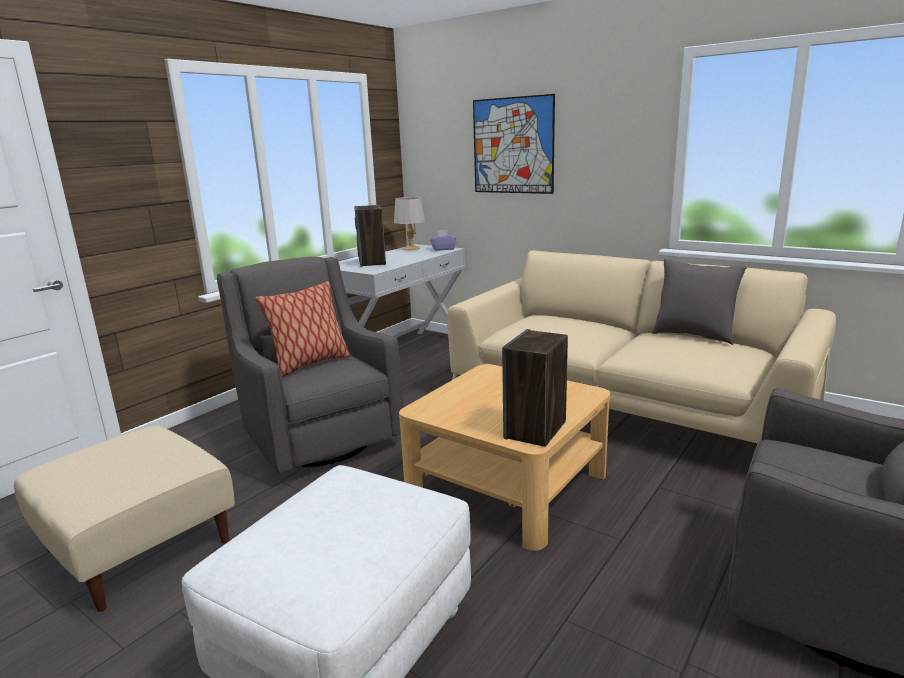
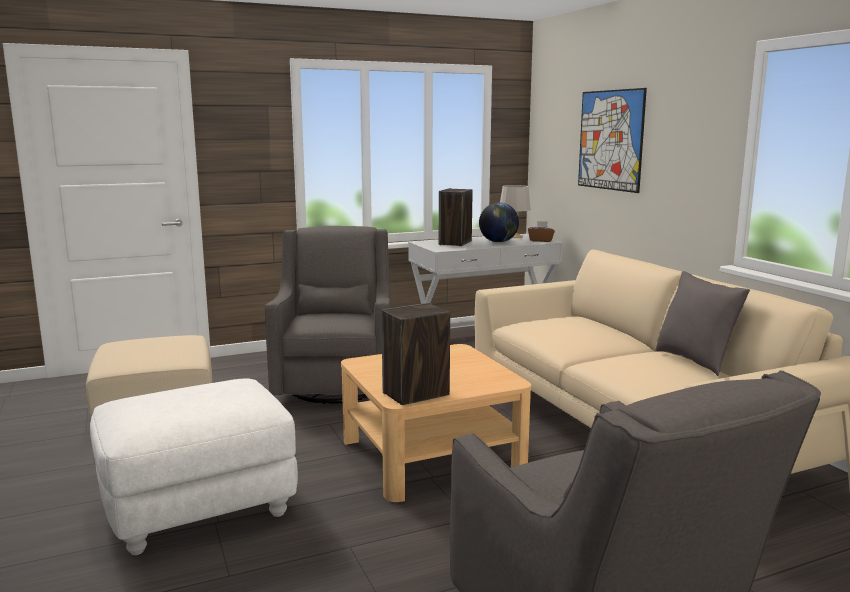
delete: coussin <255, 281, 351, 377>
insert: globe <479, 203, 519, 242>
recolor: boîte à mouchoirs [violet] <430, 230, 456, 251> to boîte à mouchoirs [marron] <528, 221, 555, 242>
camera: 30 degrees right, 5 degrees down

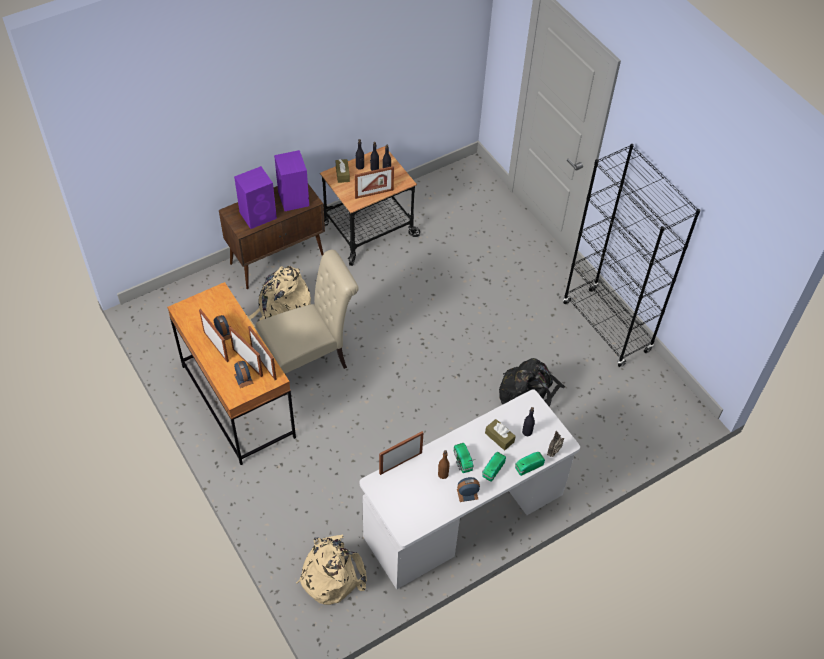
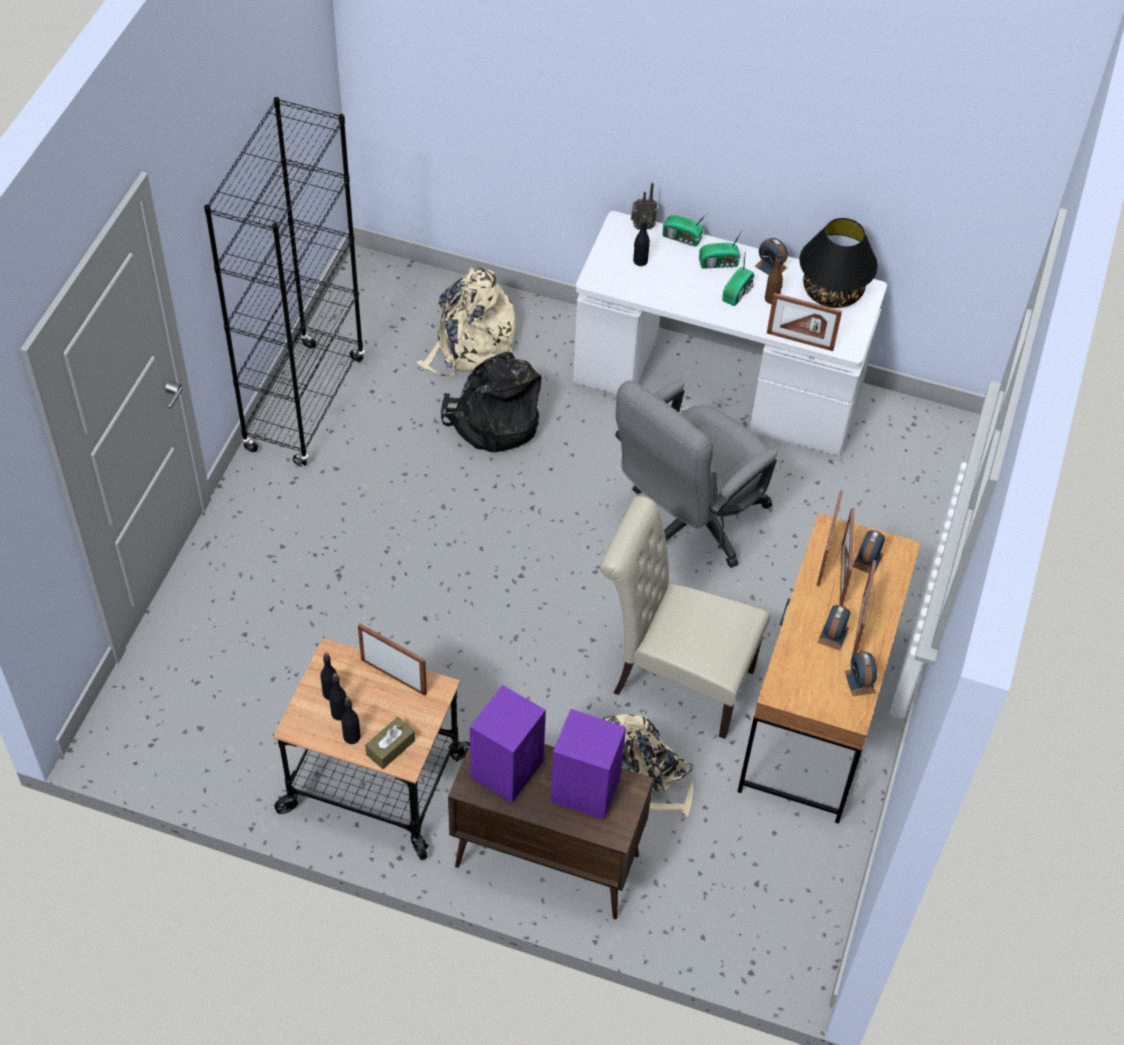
delete: boîte à mouchoirs [marron] <485, 419, 516, 451>
insert: lampe de table [noir] <799, 218, 878, 308>; chaise de bureau [gris] <615, 380, 777, 568>; réveil <845, 651, 877, 696>
move: sac à dos [beige] <296, 534, 367, 605> to <417, 267, 516, 379>
camera: 130 degrees left, 0 degrees up

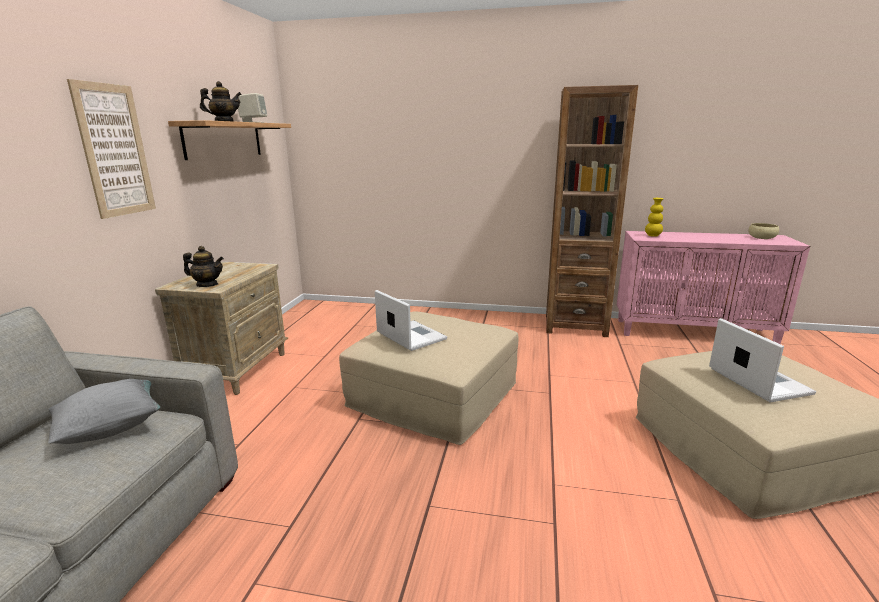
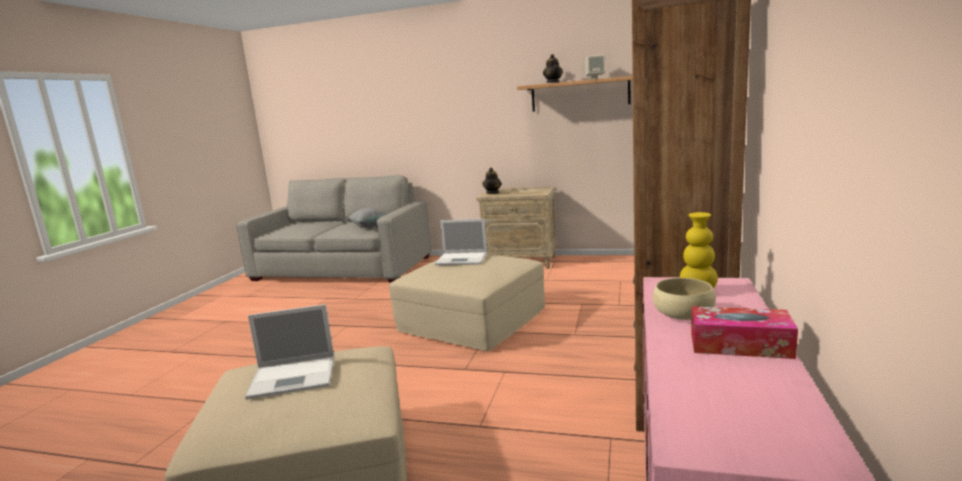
delete: tableau <67, 79, 156, 219>
insert: boîte à mouchoirs <691, 306, 798, 359>
move: bol [beige] <748, 223, 779, 239> to <653, 278, 716, 320>
rotate: ordinateur portable <375, 290, 447, 351> = <435, 219, 487, 265> 45 degrees clockwise
camera: 95 degrees right, 5 degrees down

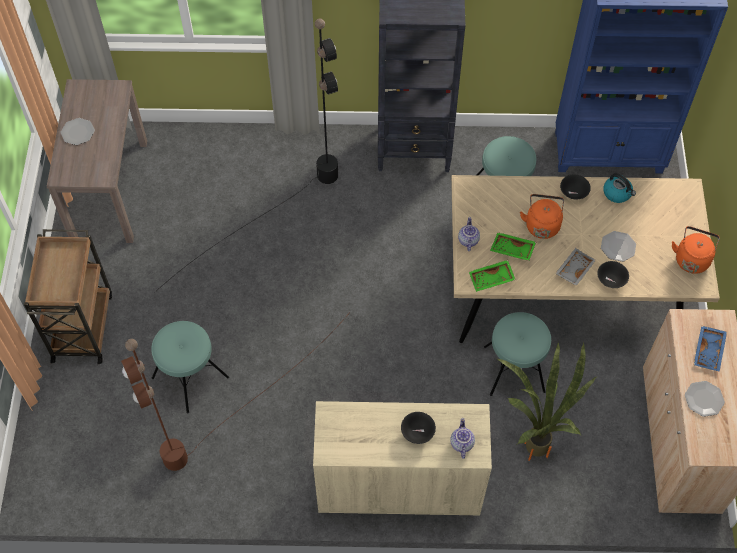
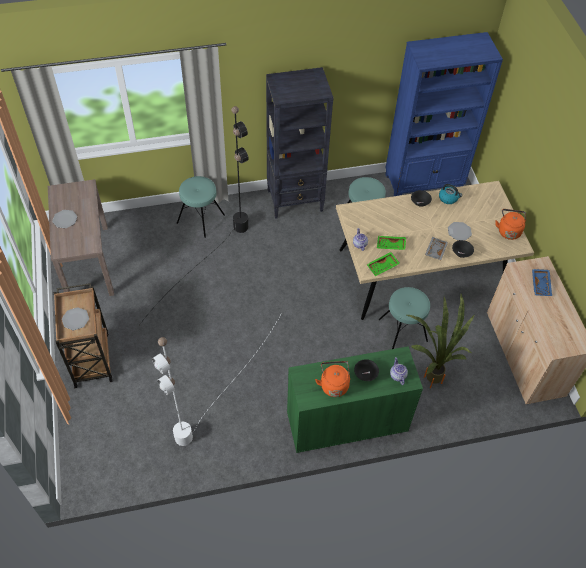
move: bouilloire [orange] <520, 194, 564, 239> to <315, 361, 350, 397>; tabouret [turquoise] <151, 321, 229, 414> to <177, 176, 225, 238>; assiette <685, 381, 725, 417> to <62, 307, 89, 330>
recolor: lampadaire [marron] <121, 312, 350, 471> to lampadaire [blanc] <152, 316, 280, 446>; meuble de rangement [beige] <313, 401, 492, 515> to meuble de rangement [vert] <287, 346, 423, 453>
camera: 15 degrees left, 5 degrees down

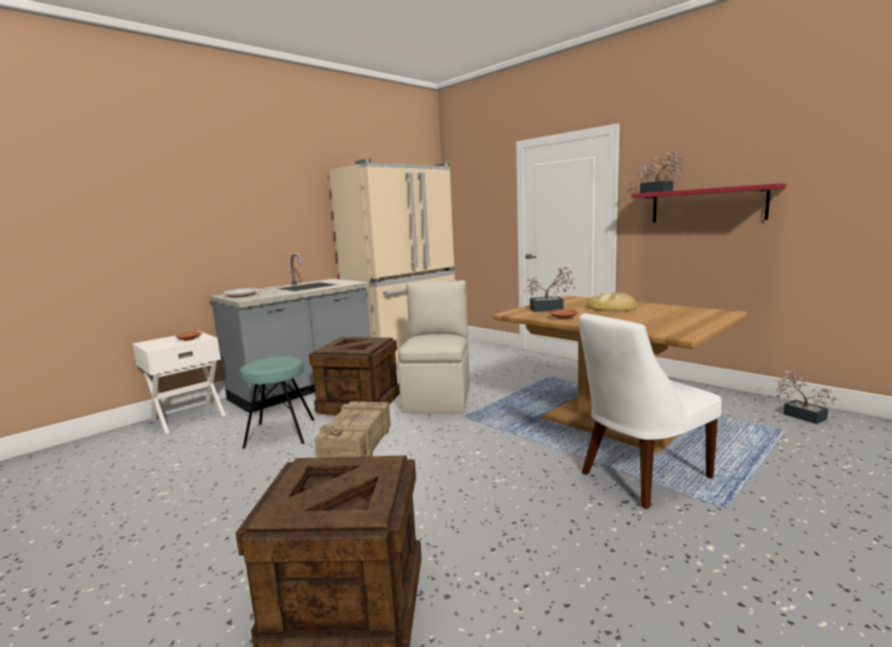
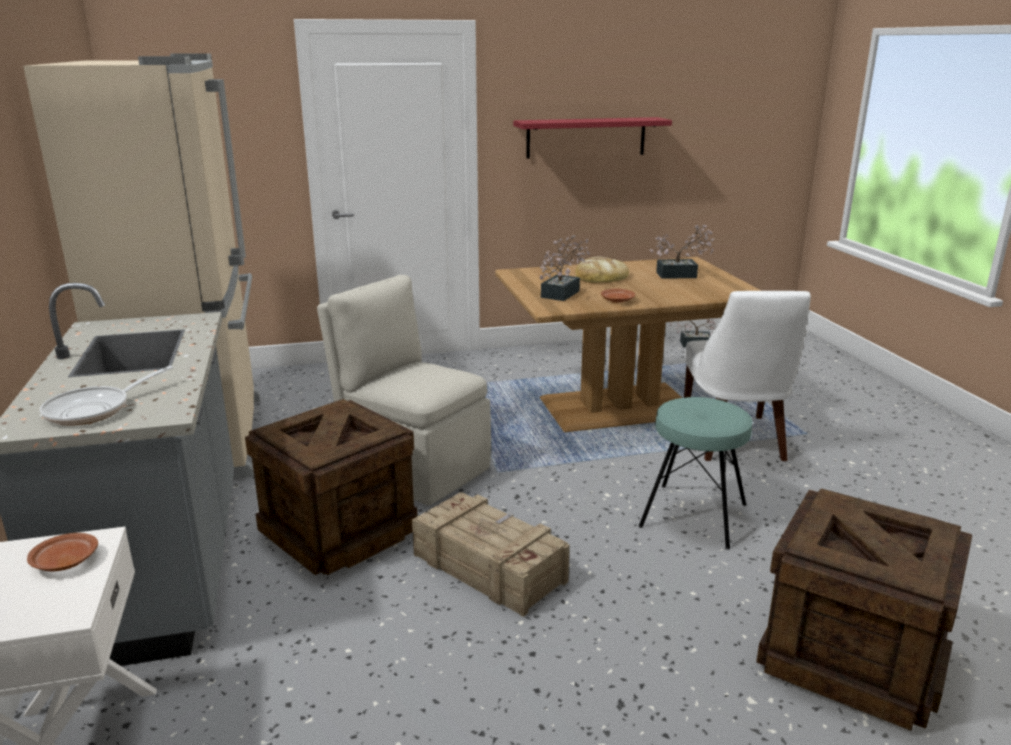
move: plante en pot <635, 151, 684, 193> to <650, 225, 714, 279>; tabouret [turquoise] <240, 356, 314, 449> to <639, 397, 753, 549>
camera: 60 degrees left, 10 degrees up

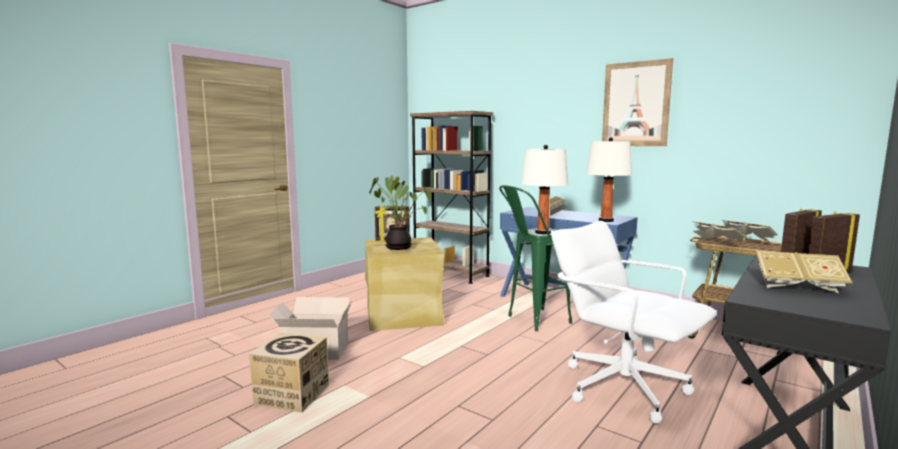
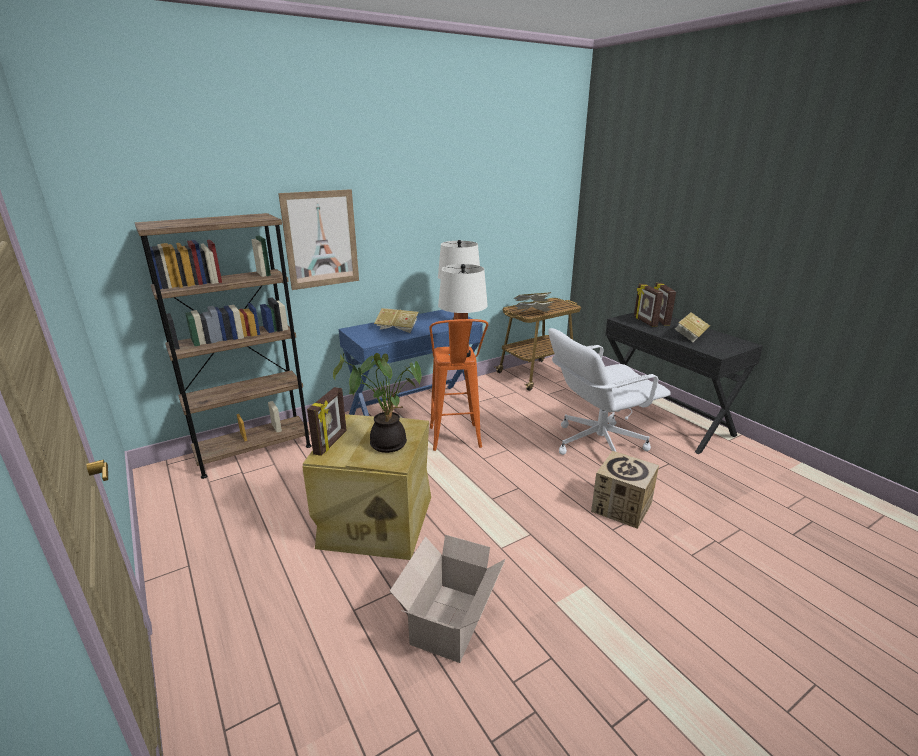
move: tableau <602, 58, 673, 146> to <278, 189, 359, 290>; carton <249, 333, 329, 413> to <591, 451, 659, 529>
recolor: tabouret [vert] <499, 185, 572, 331> to tabouret [orange] <429, 319, 488, 451>
camera: 70 degrees left, 15 degrees up

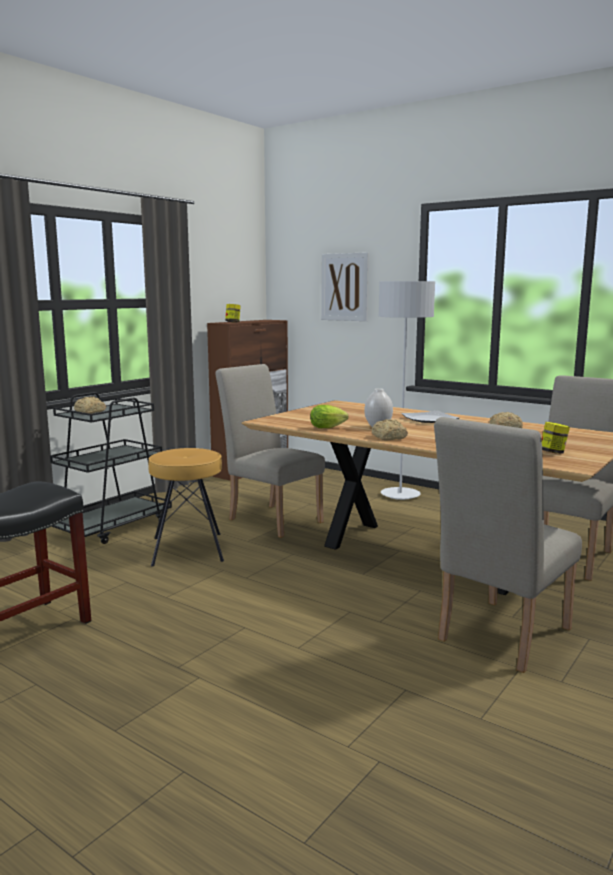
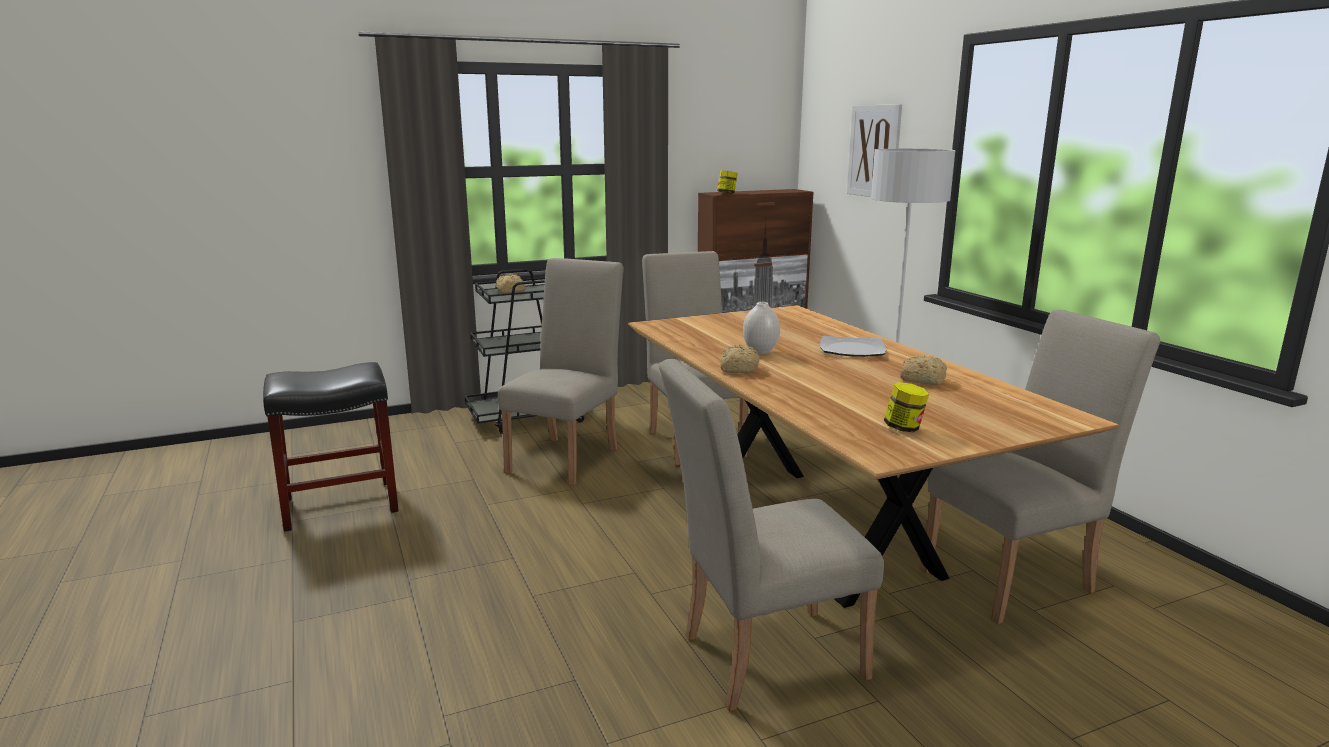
delete: laitue <310, 405, 349, 428>
replace: tabouret [marron] <148, 448, 224, 566> to chaise [beige] <498, 258, 624, 486>
camera: 30 degrees right, 5 degrees up

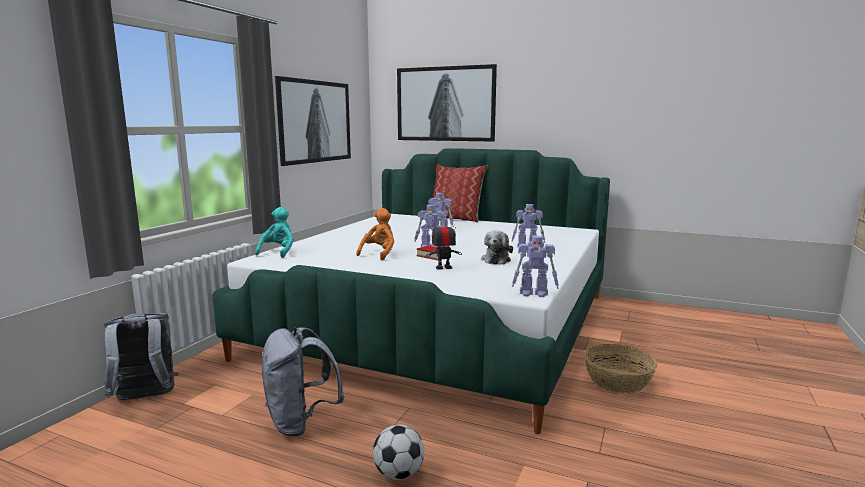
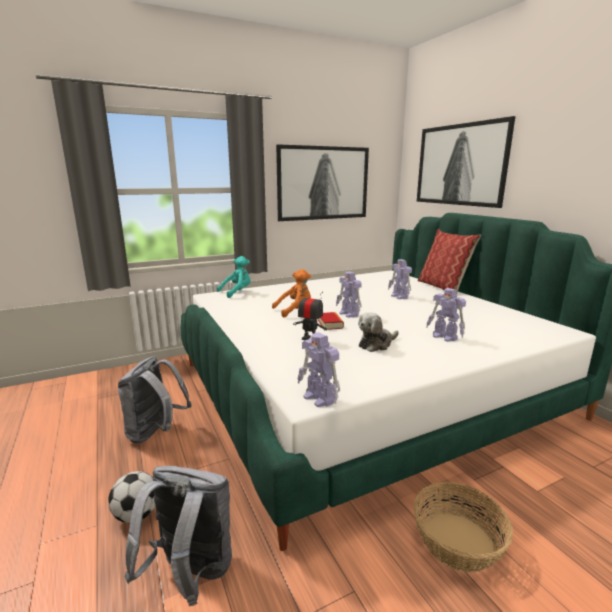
move: sac à dos [gris] <104, 313, 178, 400> to <124, 466, 232, 606>
camera: 40 degrees right, 5 degrees up

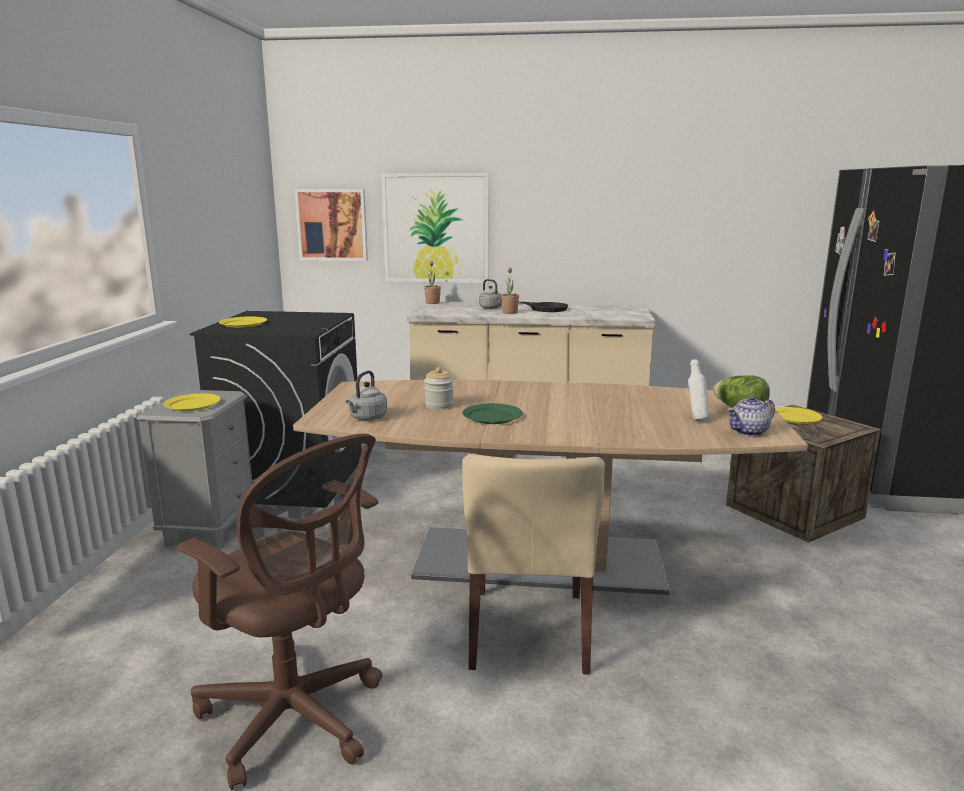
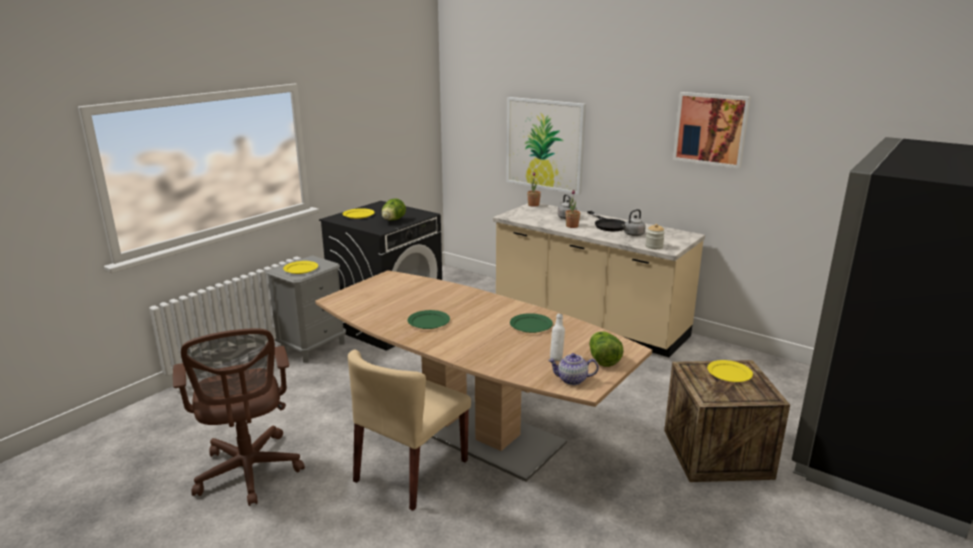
insert: laitue <382, 198, 406, 221>; assiette [vert] <510, 313, 553, 333>
move: tableau <294, 189, 368, 261> to <673, 92, 751, 169>; bocal <424, 367, 454, 409> to <645, 224, 665, 249>; bouilloire [gris] <346, 371, 387, 420> to <622, 209, 646, 236>
camera: 30 degrees right, 5 degrees up

